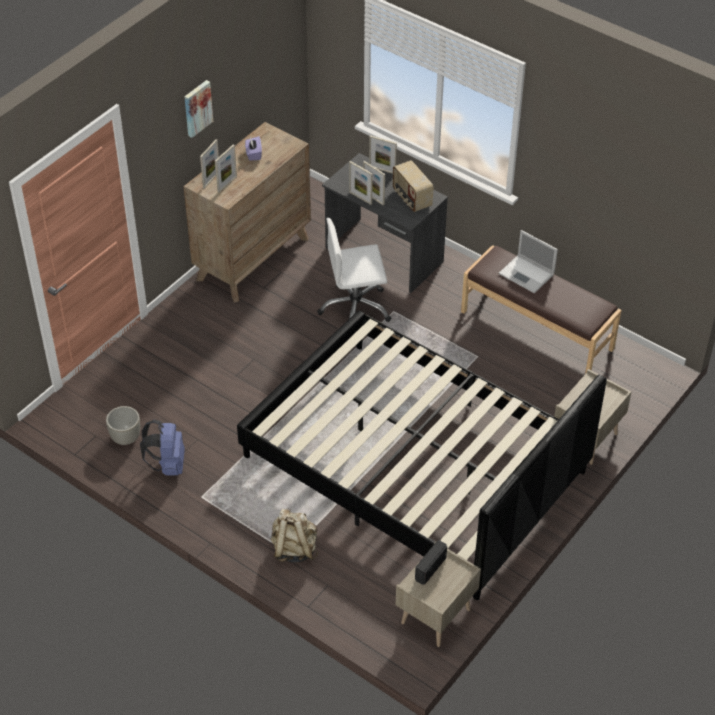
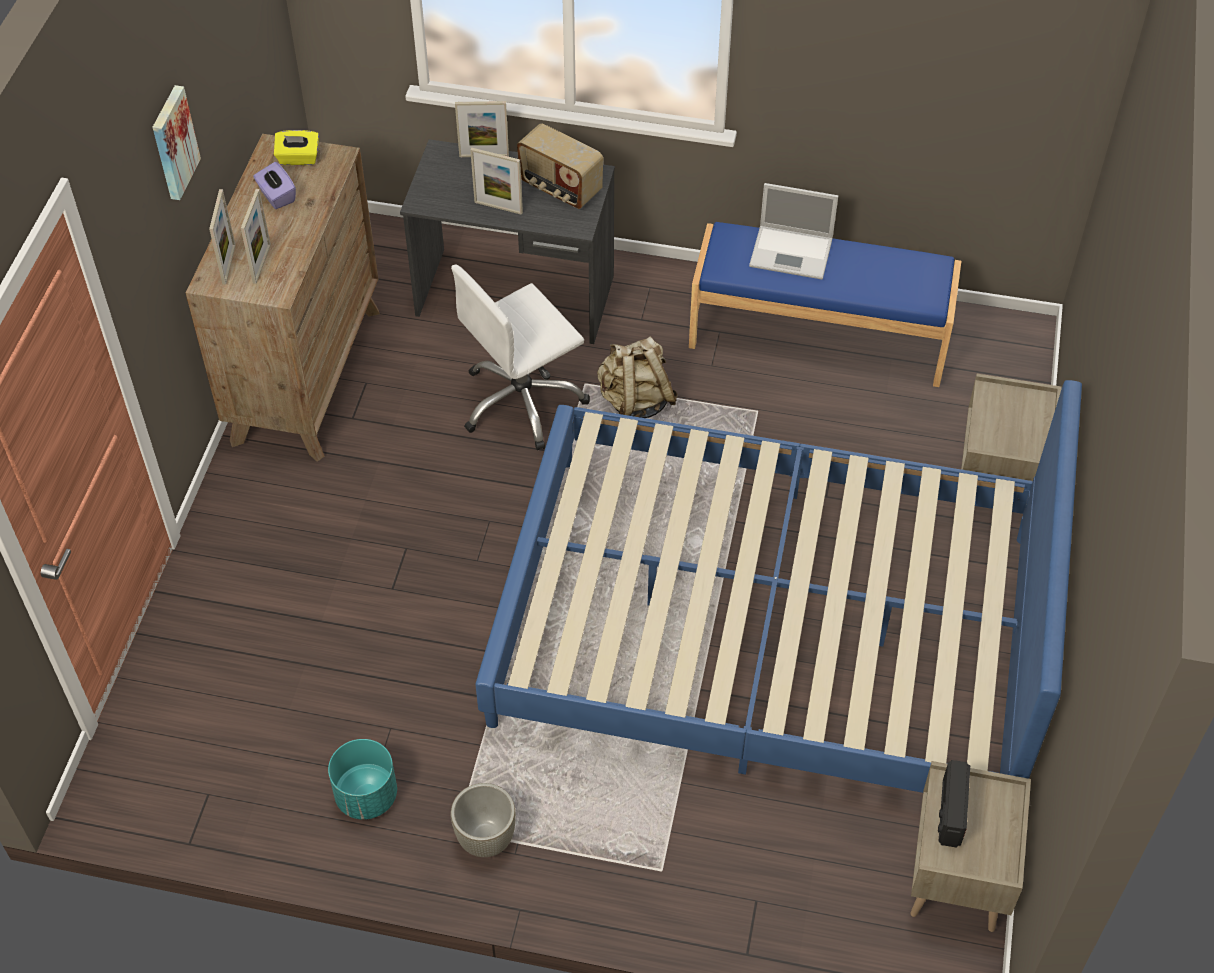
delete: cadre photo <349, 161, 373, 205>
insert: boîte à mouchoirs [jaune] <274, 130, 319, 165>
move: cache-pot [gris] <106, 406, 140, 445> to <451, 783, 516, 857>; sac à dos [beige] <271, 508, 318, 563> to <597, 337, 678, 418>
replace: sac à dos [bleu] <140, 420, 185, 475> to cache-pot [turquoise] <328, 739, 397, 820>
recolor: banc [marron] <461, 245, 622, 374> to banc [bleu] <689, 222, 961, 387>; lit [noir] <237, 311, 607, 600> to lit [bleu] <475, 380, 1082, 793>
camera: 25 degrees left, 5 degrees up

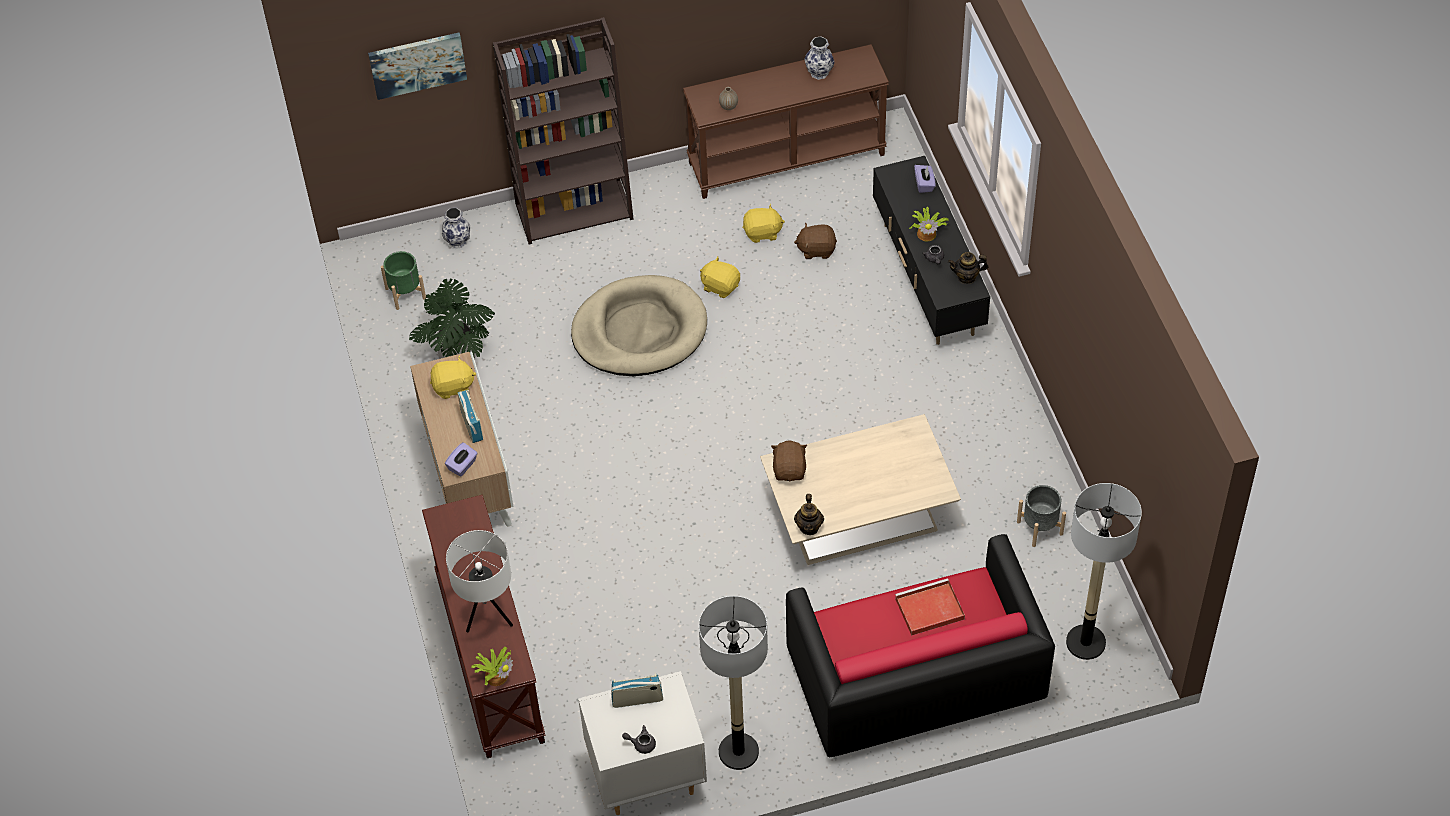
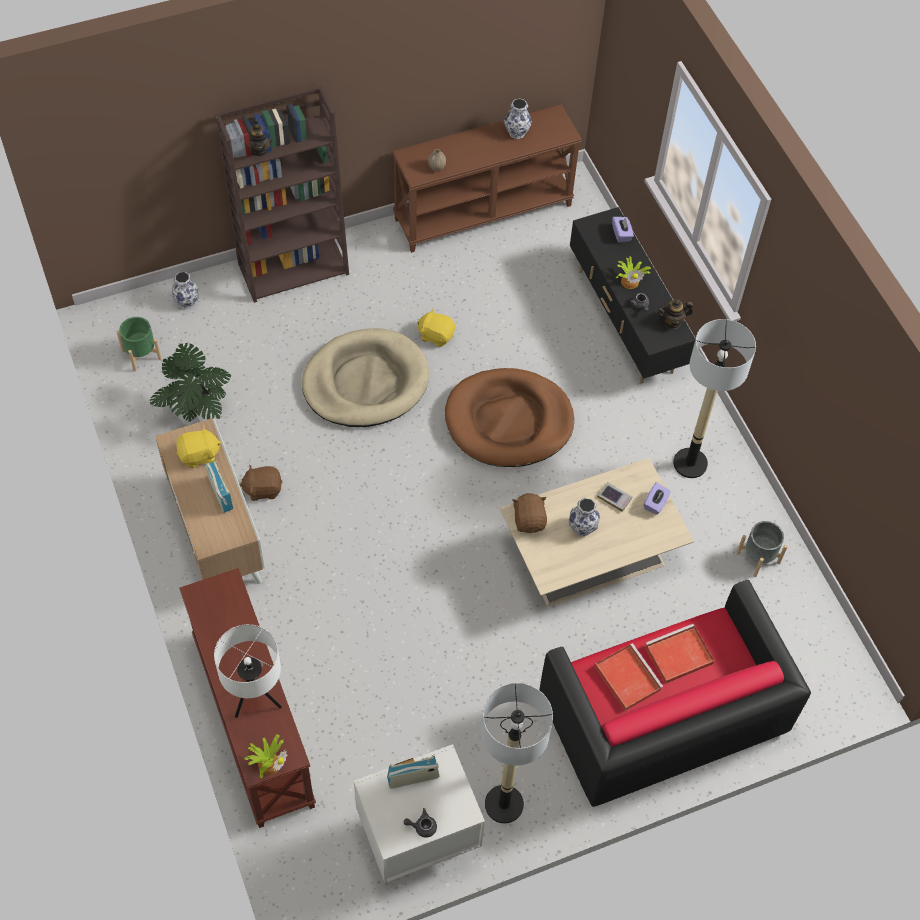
delete: tableau <368, 33, 467, 100>; peluche [jaune] <743, 204, 785, 243>
insert: panier pour chien [marron] <445, 368, 574, 467>; livre <597, 482, 632, 512>; vase <569, 498, 600, 536>; plateau [rouge] <594, 643, 663, 711>
move: peluche [marron] <794, 223, 837, 259> to <240, 465, 282, 501>; boîte à mouchoirs [violet] <445, 442, 478, 477> to <644, 482, 671, 515>; lampadaire <1066, 483, 1142, 660> to <673, 319, 756, 478>; théière <794, 494, 824, 535> to <248, 118, 272, 156>
camera: 10 degrees left, 5 degrees up

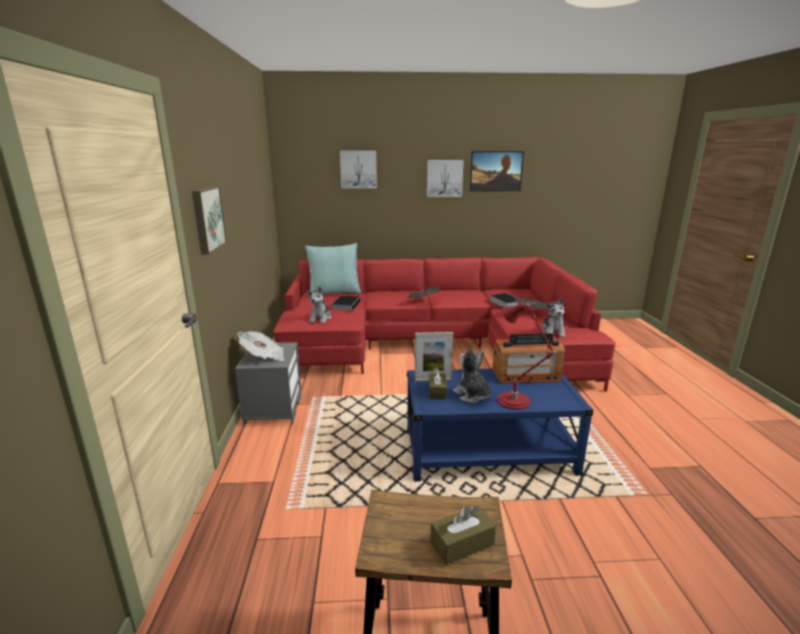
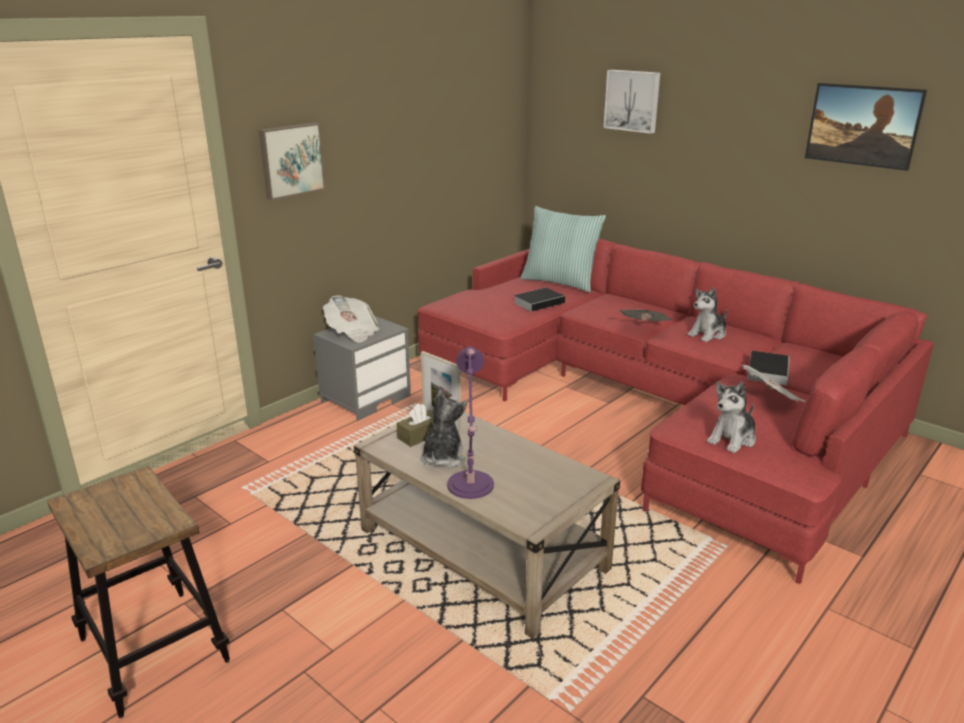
delete: tableau <427, 160, 464, 197>; radio <492, 333, 565, 384>; boîte à mouchoirs [marron] <430, 505, 496, 565>
move: peluche <307, 286, 332, 323> to <687, 287, 727, 342>
recolor: lampe de table [rouge] <497, 302, 556, 410> to lampe de table [violet] <447, 346, 494, 499>; table basse [bleu] <407, 369, 593, 482> to table basse [beige] <354, 412, 620, 639>
camera: 45 degrees right, 5 degrees up

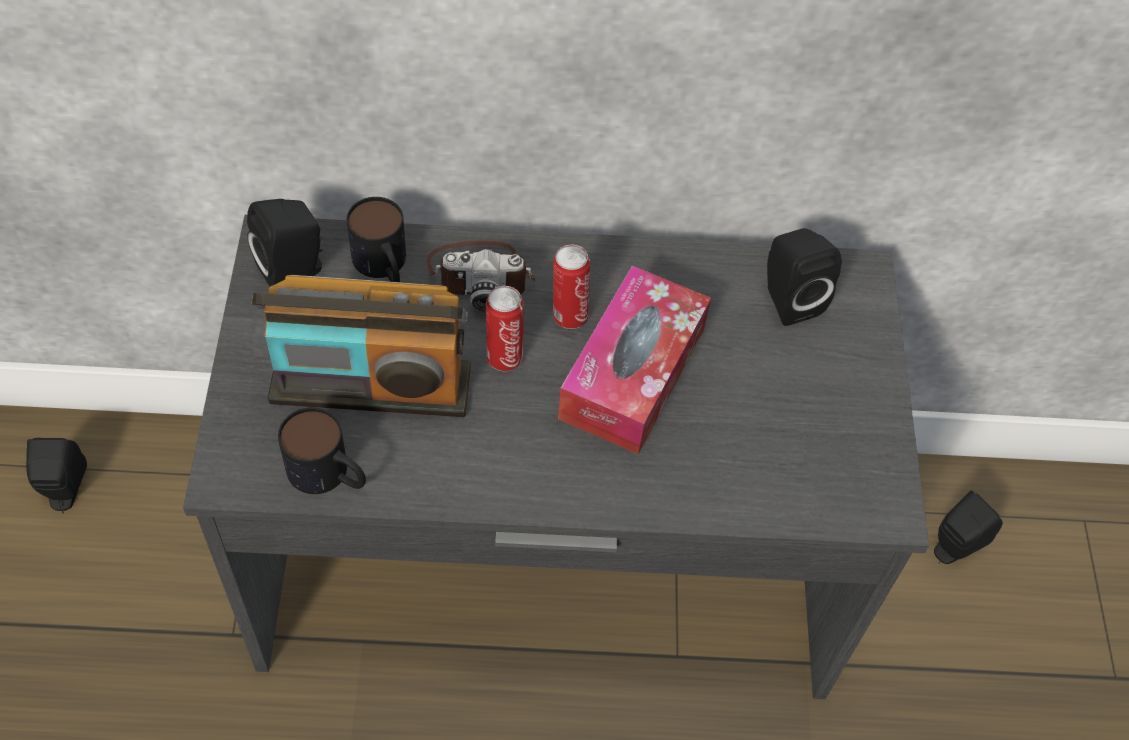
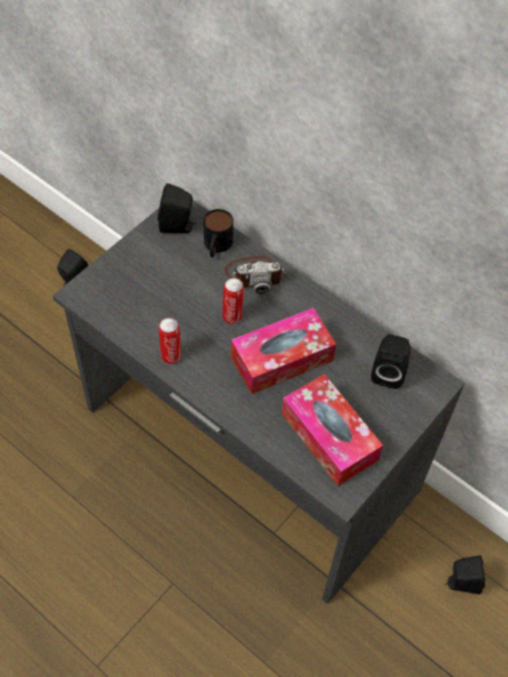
delete: radio <252, 275, 471, 417>; mug <278, 407, 366, 494>
insert: boîte à mouchoirs <282, 374, 383, 486>
move: boîte métallique <553, 245, 590, 329> to <159, 318, 181, 364>
rotate: appareil photo <426, 241, 535, 311> = <225, 256, 286, 295> 45 degrees counterclockwise
camera: 40 degrees right, 0 degrees up

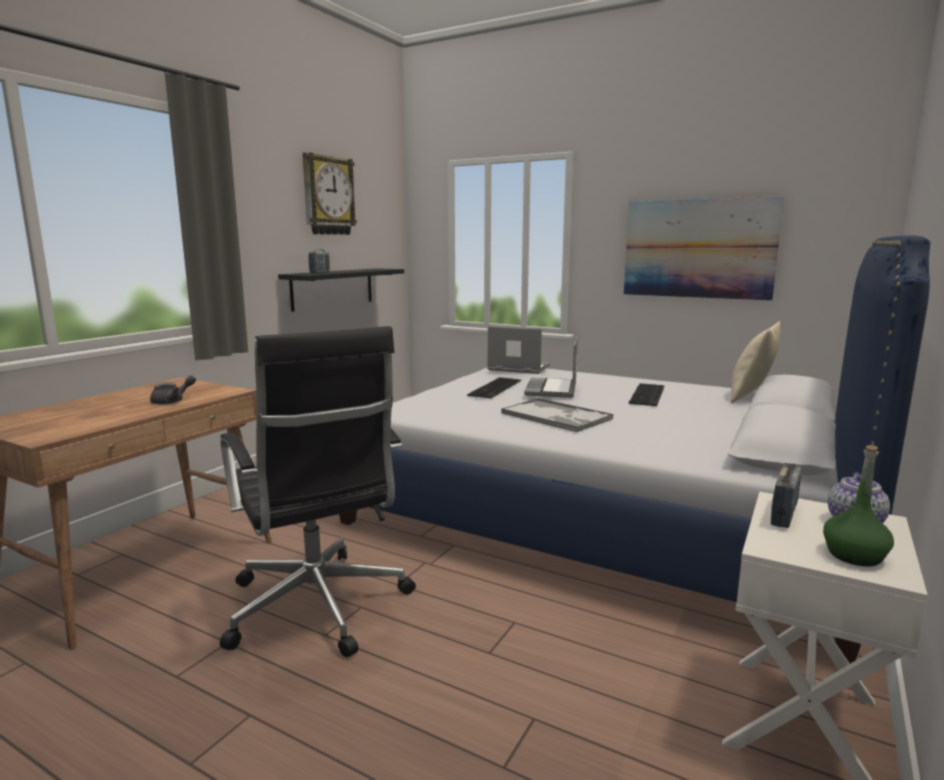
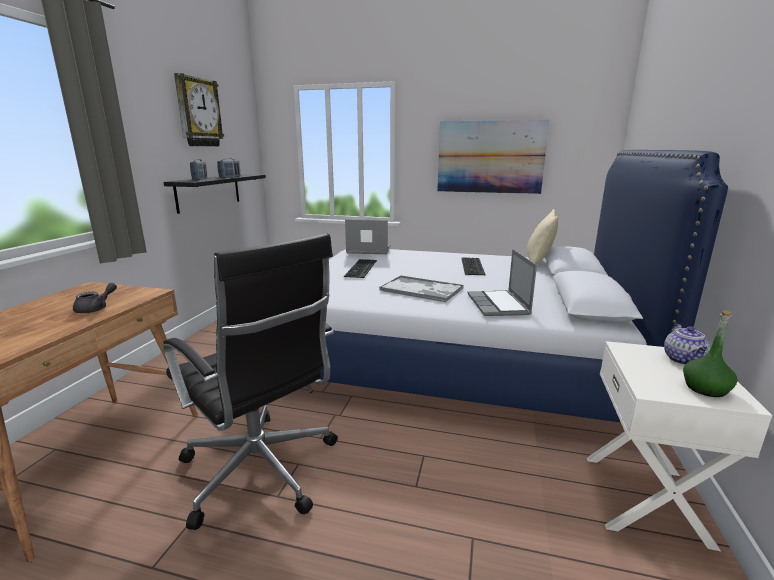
move: ordinateur portable <524, 336, 578, 398> to <468, 249, 537, 316>; radio <771, 463, 802, 528> to <217, 158, 240, 178>
camera: 15 degrees left, 5 degrees up

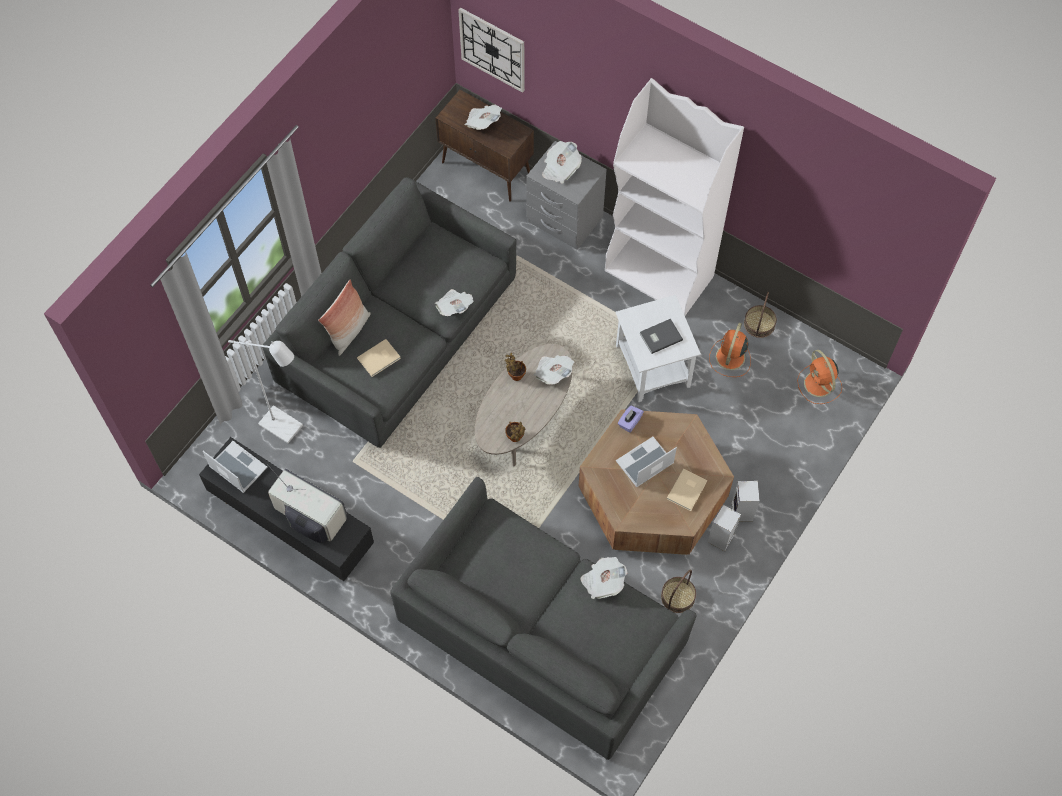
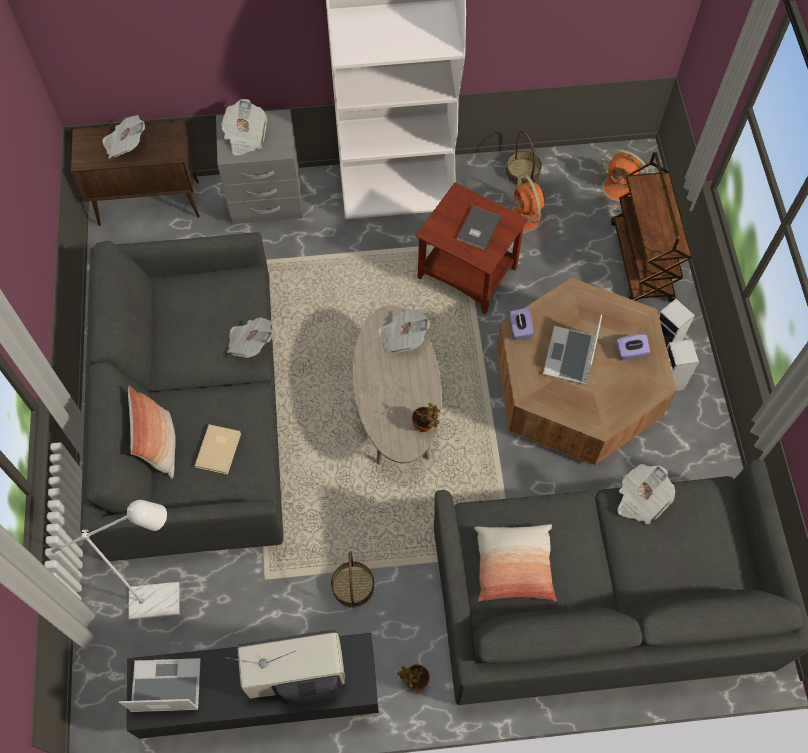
delete: horloge murale <458, 7, 525, 93>
insert: chariot [marron] <611, 152, 692, 302>; coussin <474, 524, 556, 601>
move: plante en pot <505, 353, 526, 381> to <397, 664, 430, 691>; panier <661, 570, 696, 613> to <331, 551, 374, 607>
replace: livre [beige] <666, 469, 707, 511> to boîte à mouchoirs [violet] <616, 334, 650, 360>
recolor: table d'appoint [blanc] <616, 295, 701, 402> to table d'appoint [marron] <415, 182, 528, 314>
camera: 40 degrees left, 0 degrees up

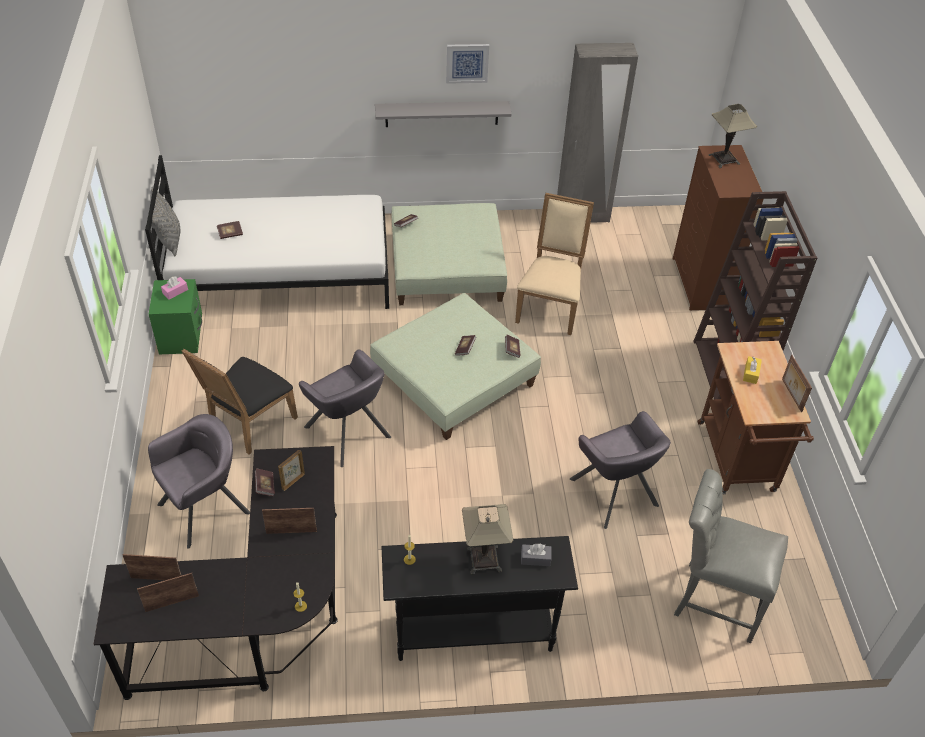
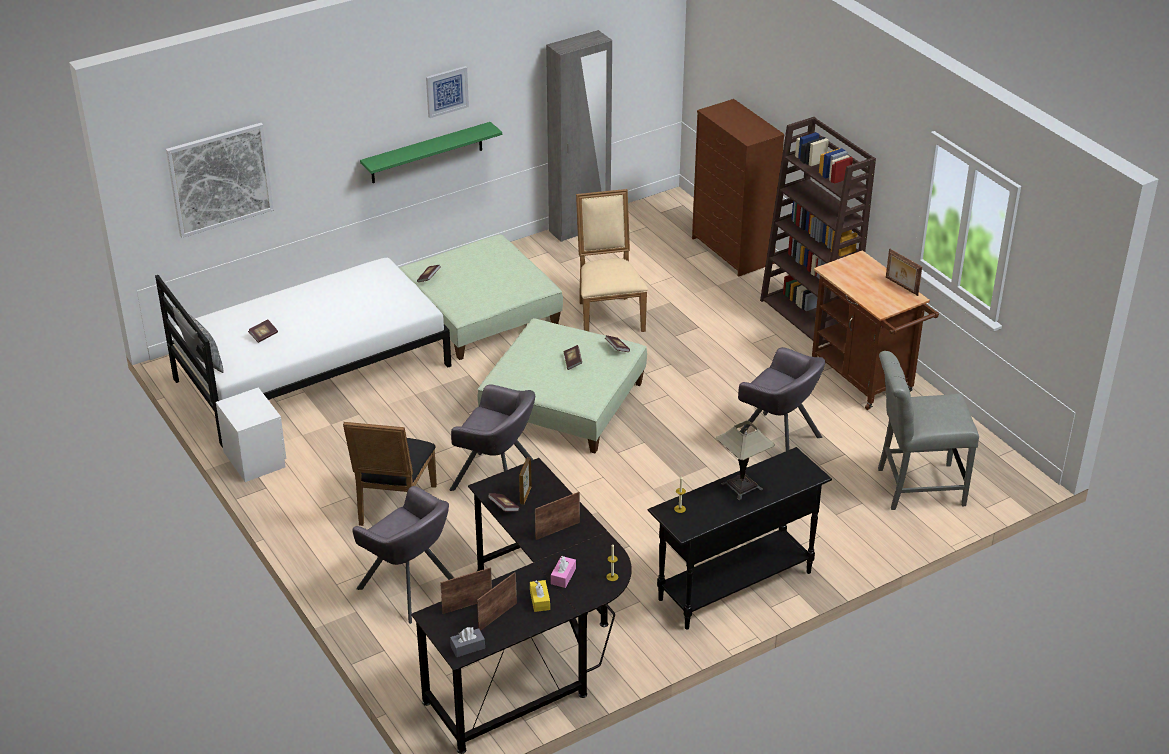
delete: lampe de table <709, 104, 757, 168>
insert: tableau <166, 123, 274, 238>
move: boîte à mouchoirs [rose] <161, 276, 188, 300> to <551, 556, 576, 588>; boîte à mouchoirs [jaune] <743, 356, 762, 384> to <530, 580, 550, 612>; boîte à mouchoirs [gris] <521, 544, 551, 566> to <450, 627, 485, 657>
recolor: étagère [gris] <375, 101, 512, 127> to étagère [vert] <360, 122, 502, 183>; table de chevet [vert] <149, 279, 202, 355> to table de chevet [blanc] <216, 387, 286, 482>
rotate: fauteuil [gris] <148, 414, 250, 548> = <352, 486, 454, 624> 105 degrees clockwise
camera: 25 degrees left, 10 degrees down

